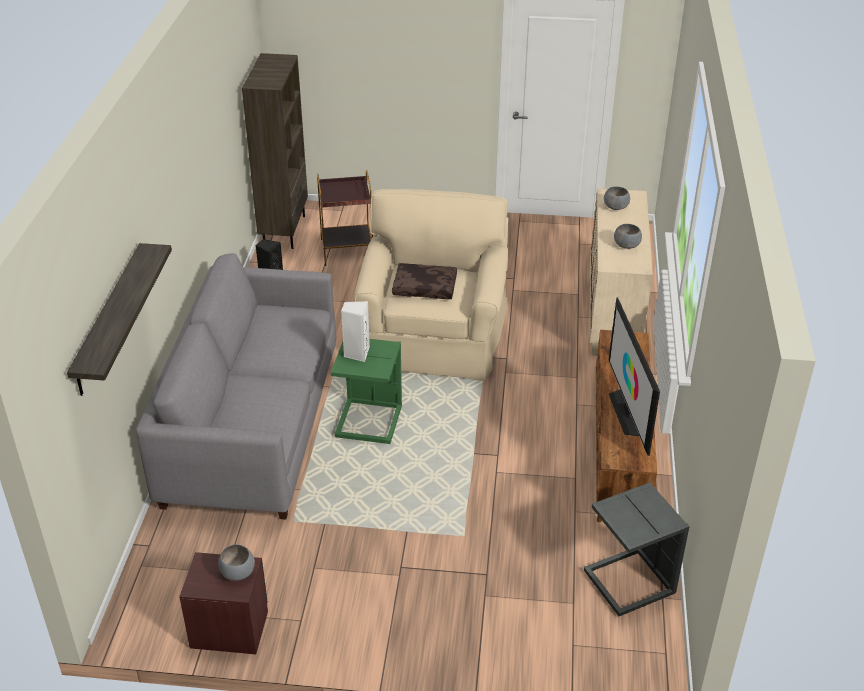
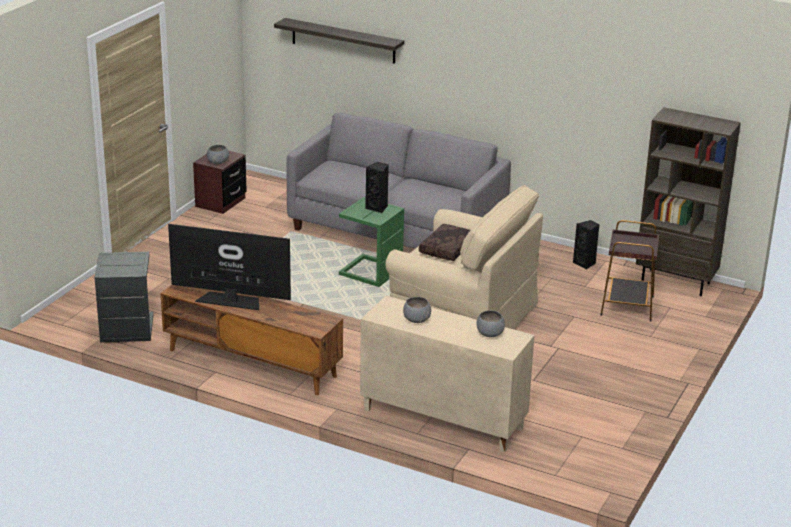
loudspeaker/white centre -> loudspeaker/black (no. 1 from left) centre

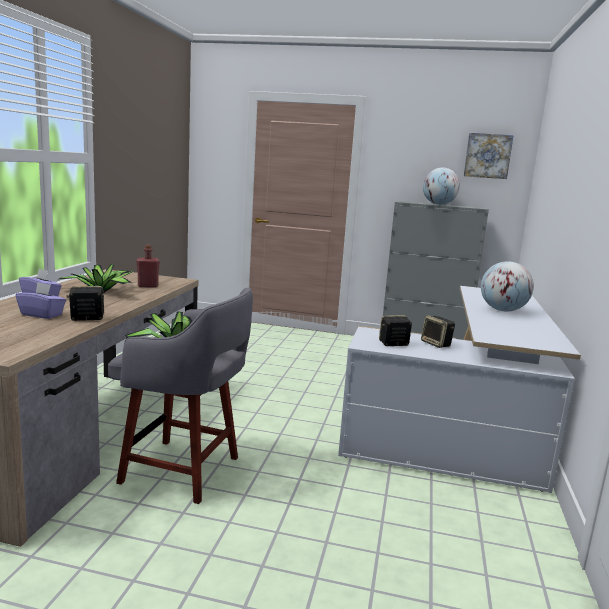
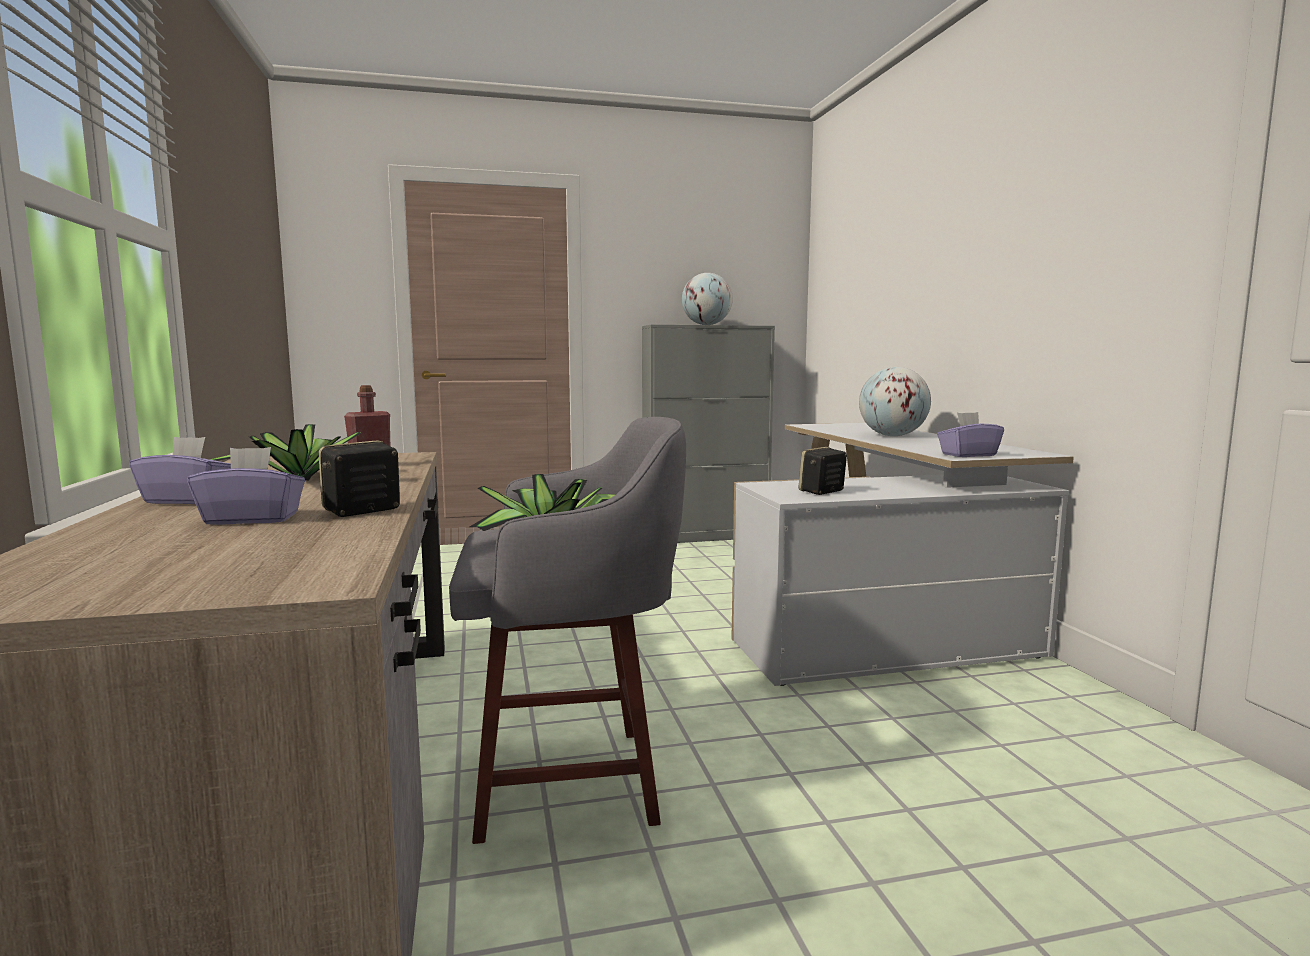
loudspeaker (no. 3 from left) middle right -> none
picture top right -> none
none -> box of tissues/purplish (no. 3 from left) middle right

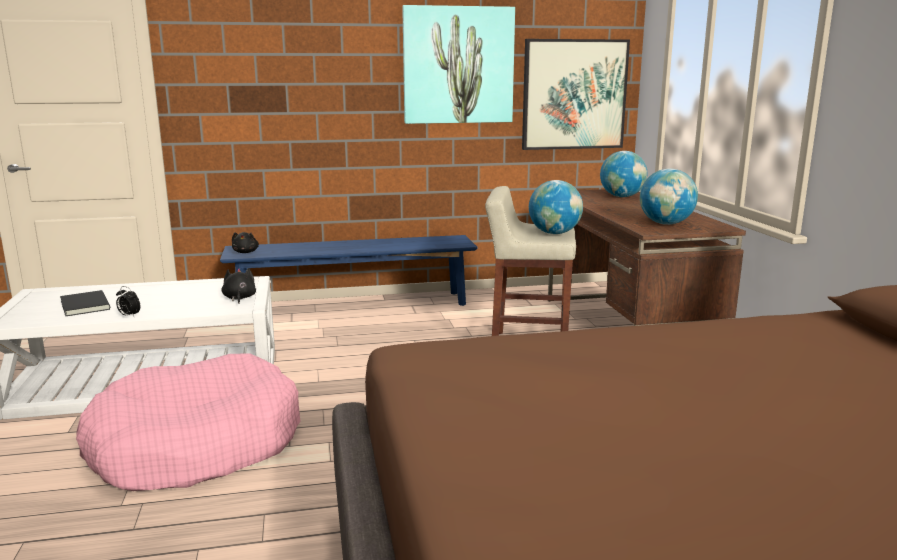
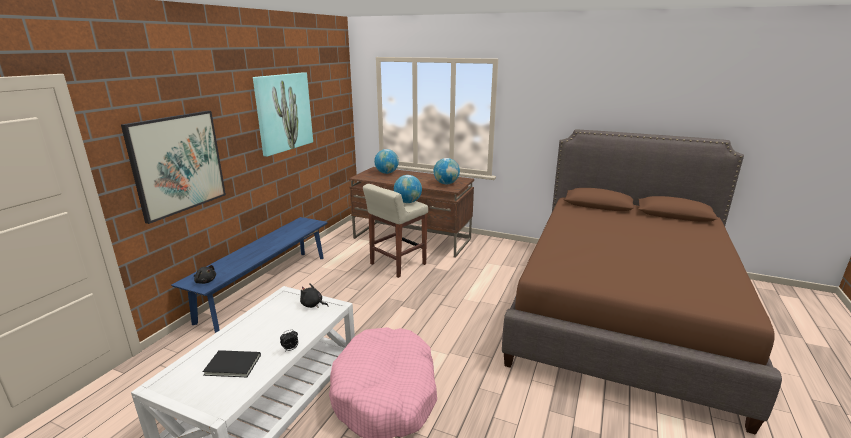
picture (no. 2 from left in the first image) top centre -> picture (no. 1 from left) middle left, relocated

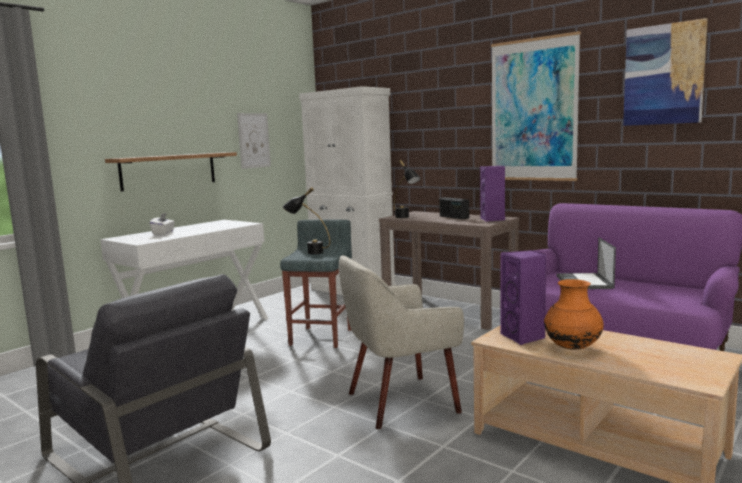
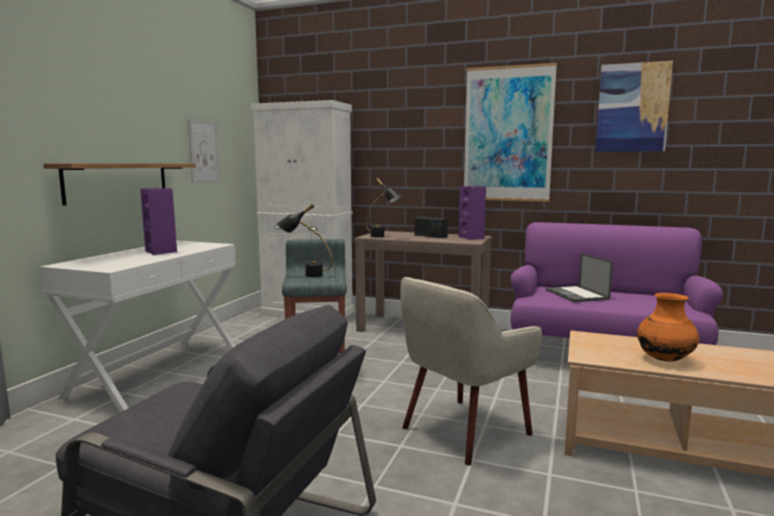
box of tissues/white middle left -> none
loudspeaker/purplish (no. 2 from left in the first image) middle right -> loudspeaker/purplish (no. 1 from left) middle left, relocated

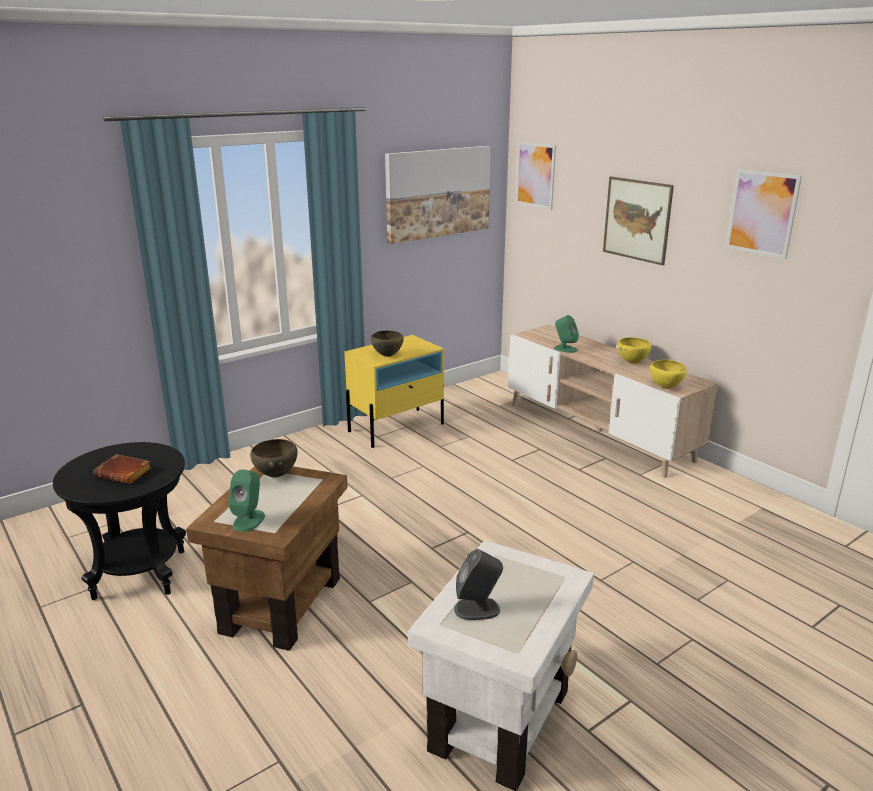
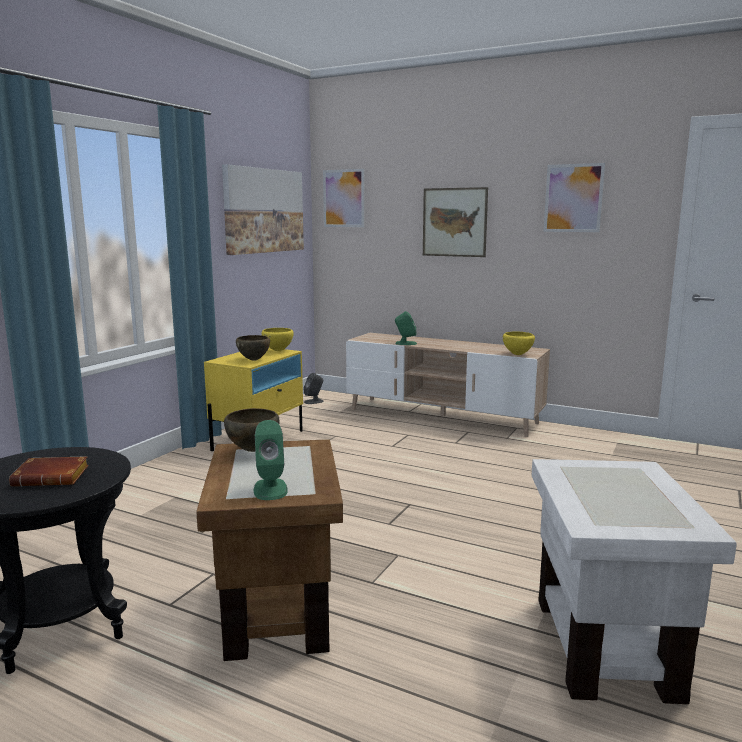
loudspeaker/grey bottom centre -> loudspeaker/grey centre, relocated
serving bowl/yellow-coloured (no. 1 from left) middle right -> serving bowl/yellow-coloured (no. 1 from left) centre, relocated

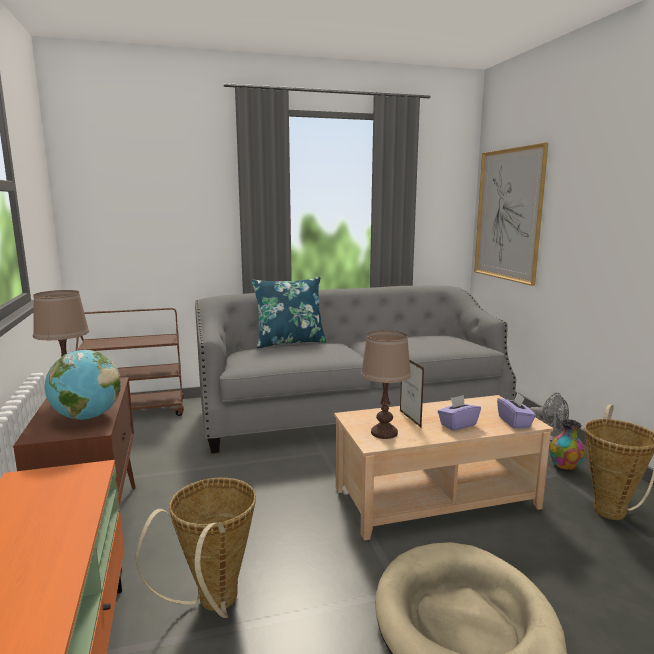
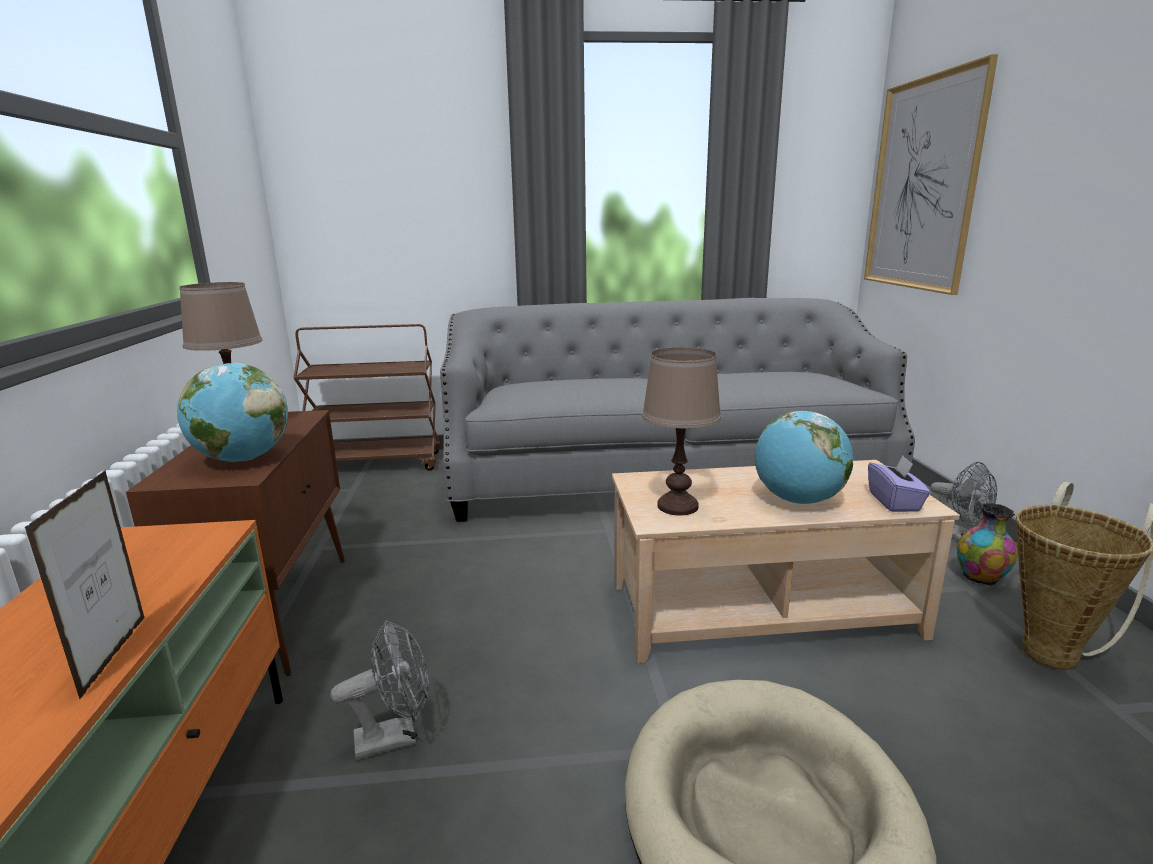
storage basket (no. 1 from left) bottom left -> cooling fan/grey (no. 1 from left) bottom left
pillow/blue-coloured centre -> none
picture frame centre -> picture frame bottom left, relocated
box of tissues/purplish (no. 1 from left) middle right -> desk globe (no. 2 from left) middle right

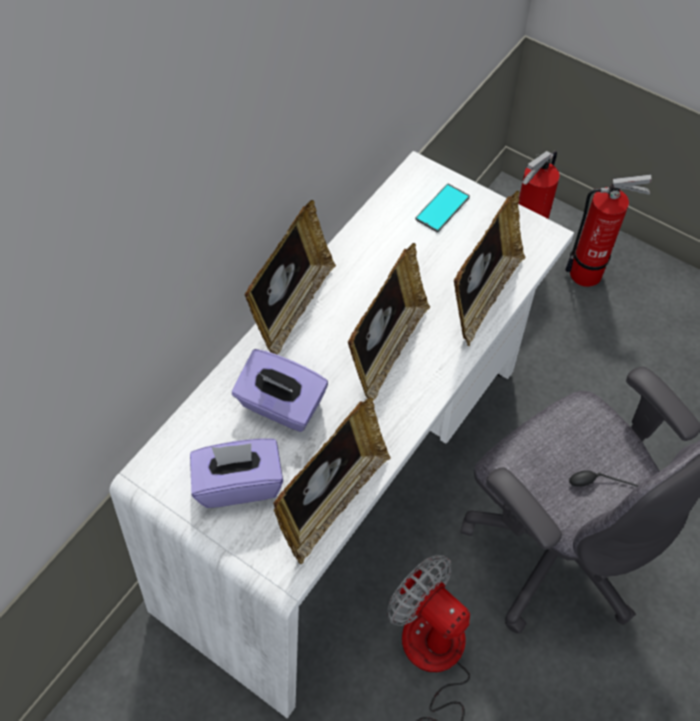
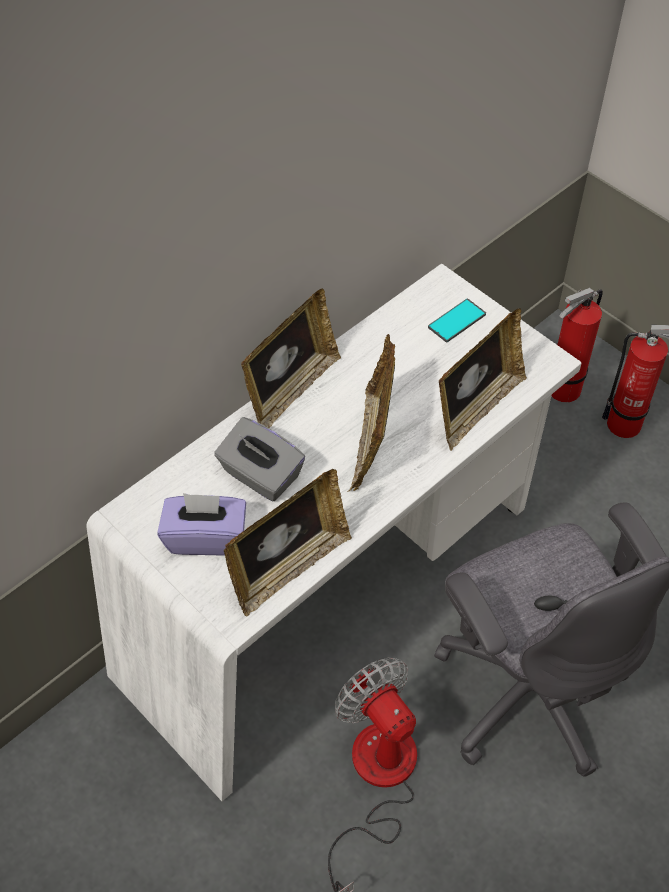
box of tissues/purplish (no. 2 from left) centre -> box of tissues/grey centre
picture frame (no. 3 from left) centre, 150 degrees clockwise

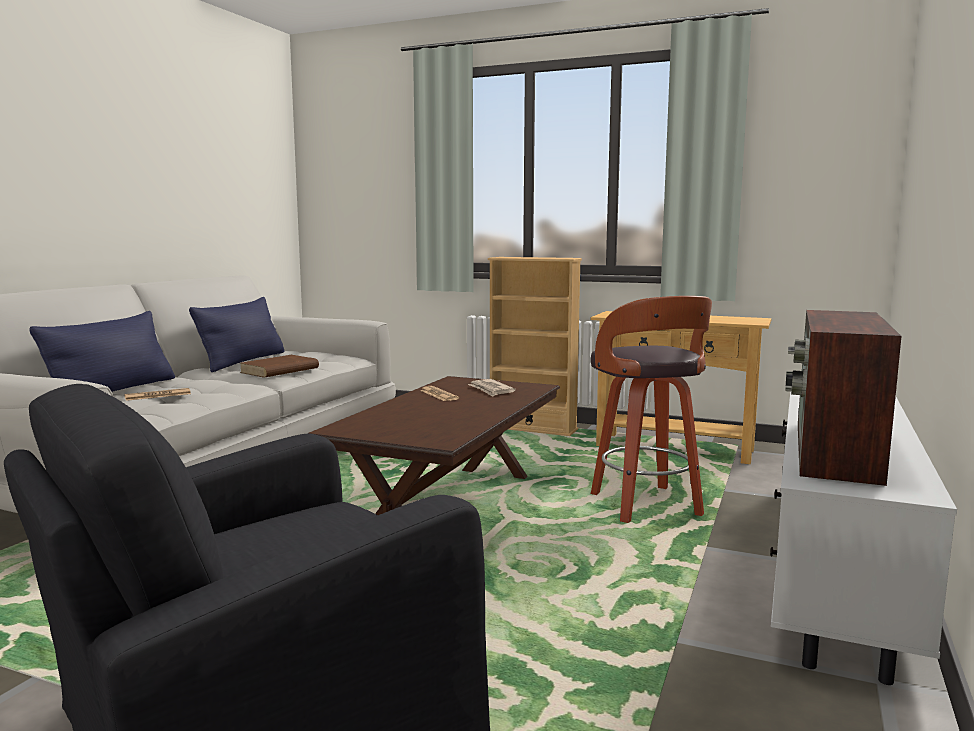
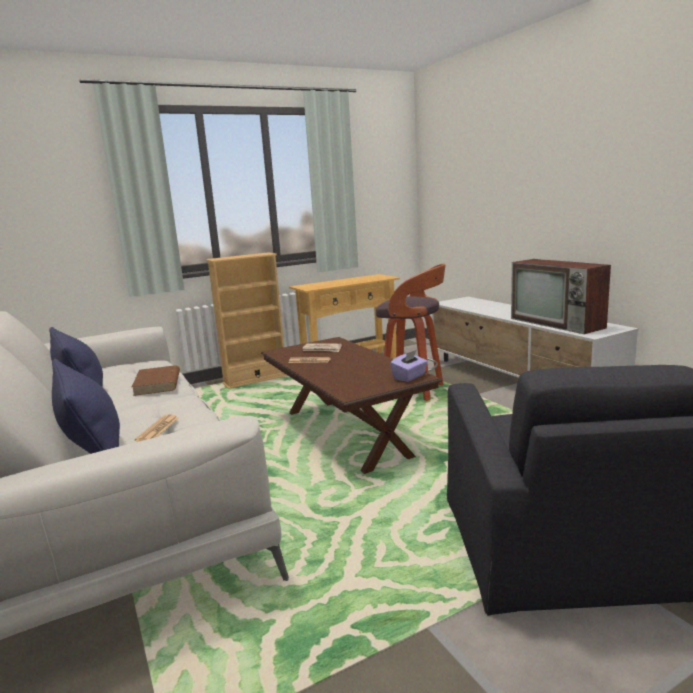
none -> box of tissues/purplish centre

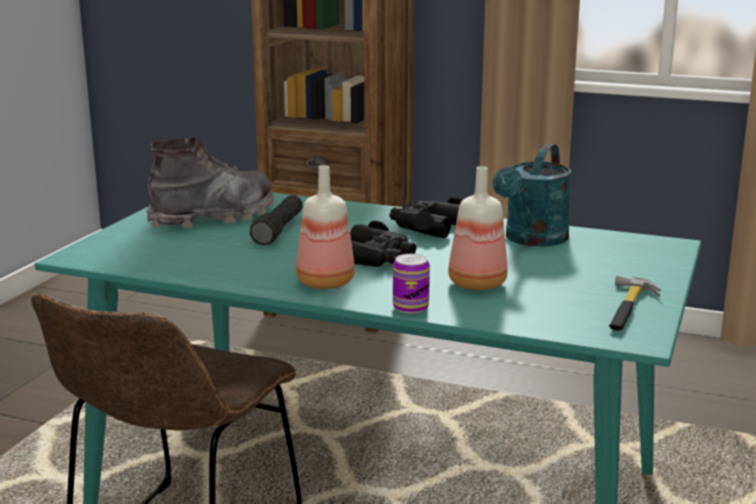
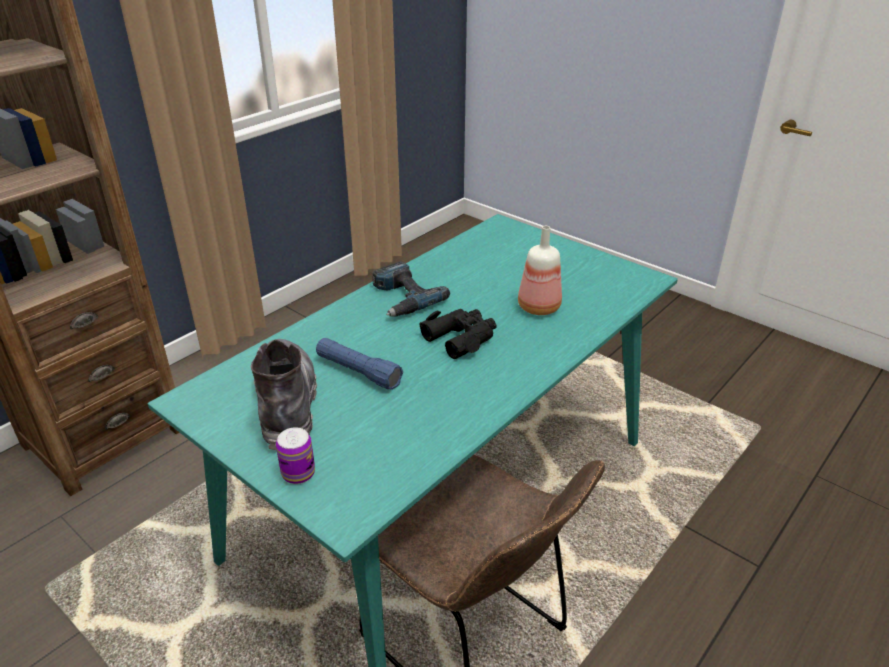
hand torch/black centre -> hand torch/blue-coloured centre
beverage bottle (no. 1 from left) centre -> none
field glasses/black (no. 2 from left) centre -> electric drill centre
metal can centre -> metal can bottom left, relocated
sprinkling can/blue-green middle right -> none
hand hammer middle right -> none

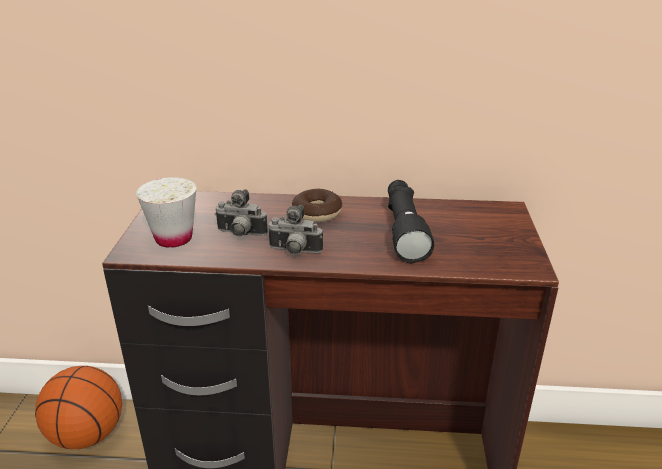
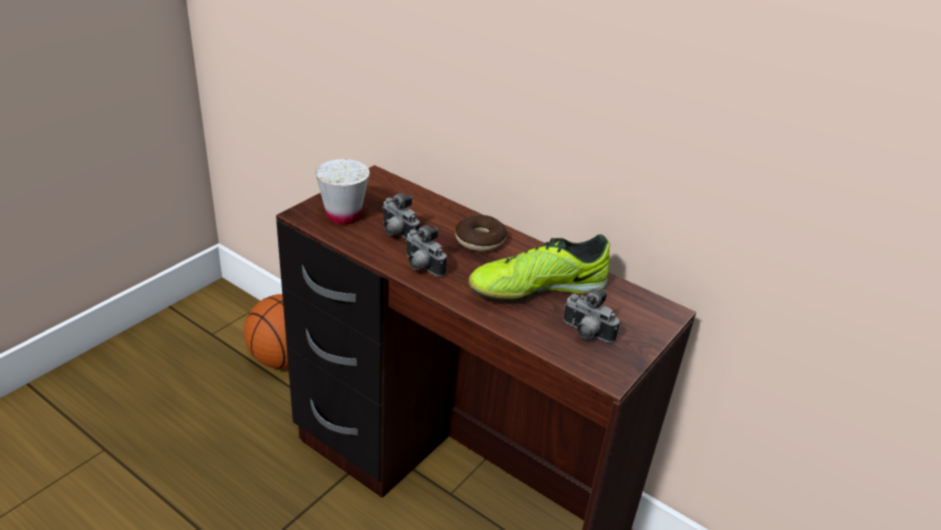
hand torch/black centre -> item of footwear centre
none -> still camera (no. 3 from left) centre

